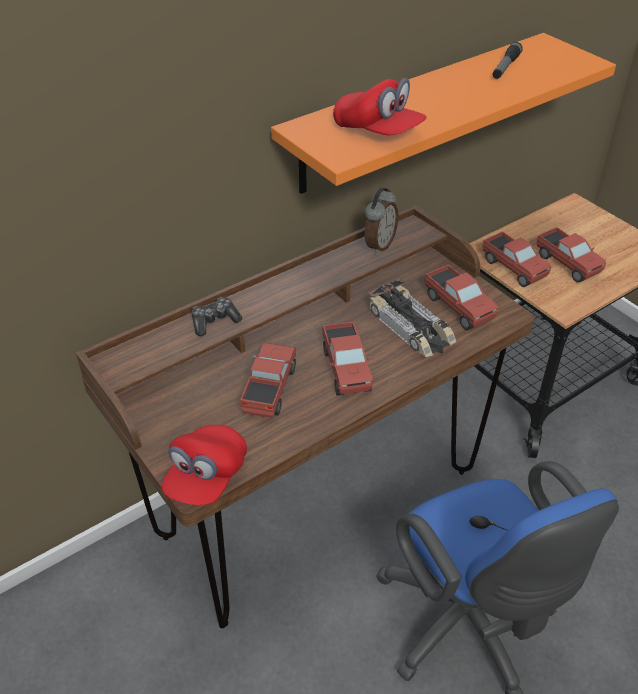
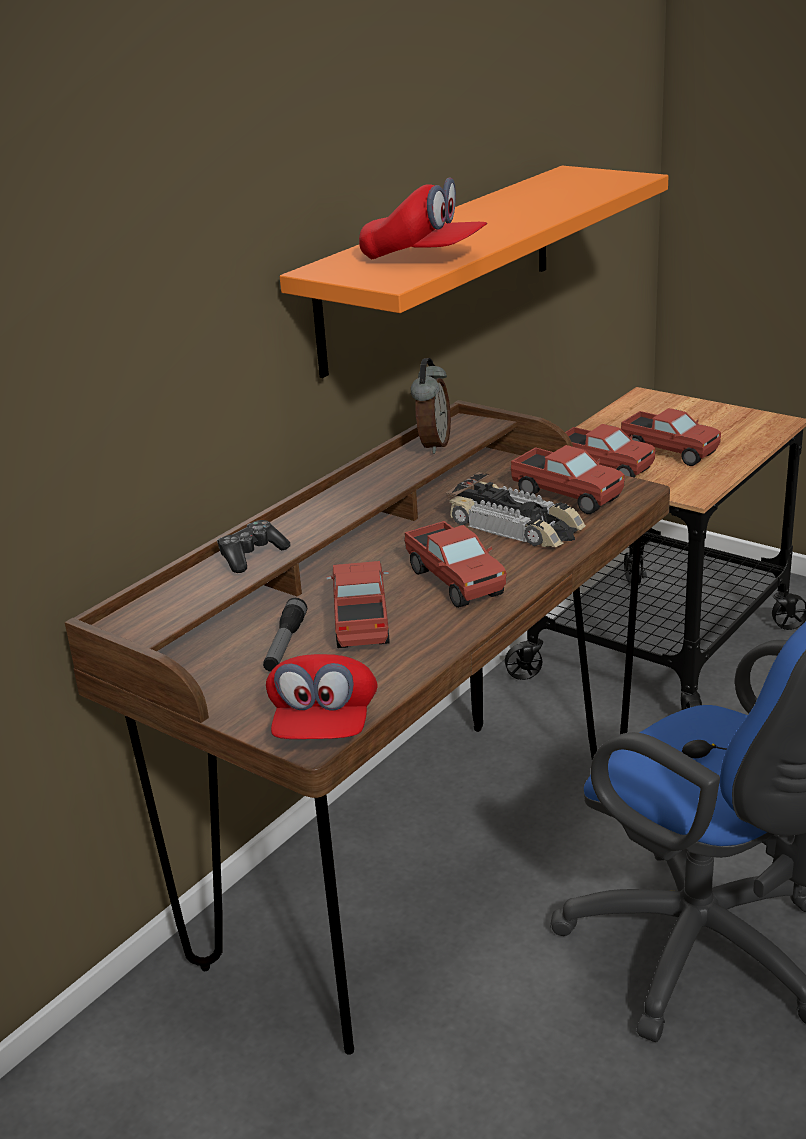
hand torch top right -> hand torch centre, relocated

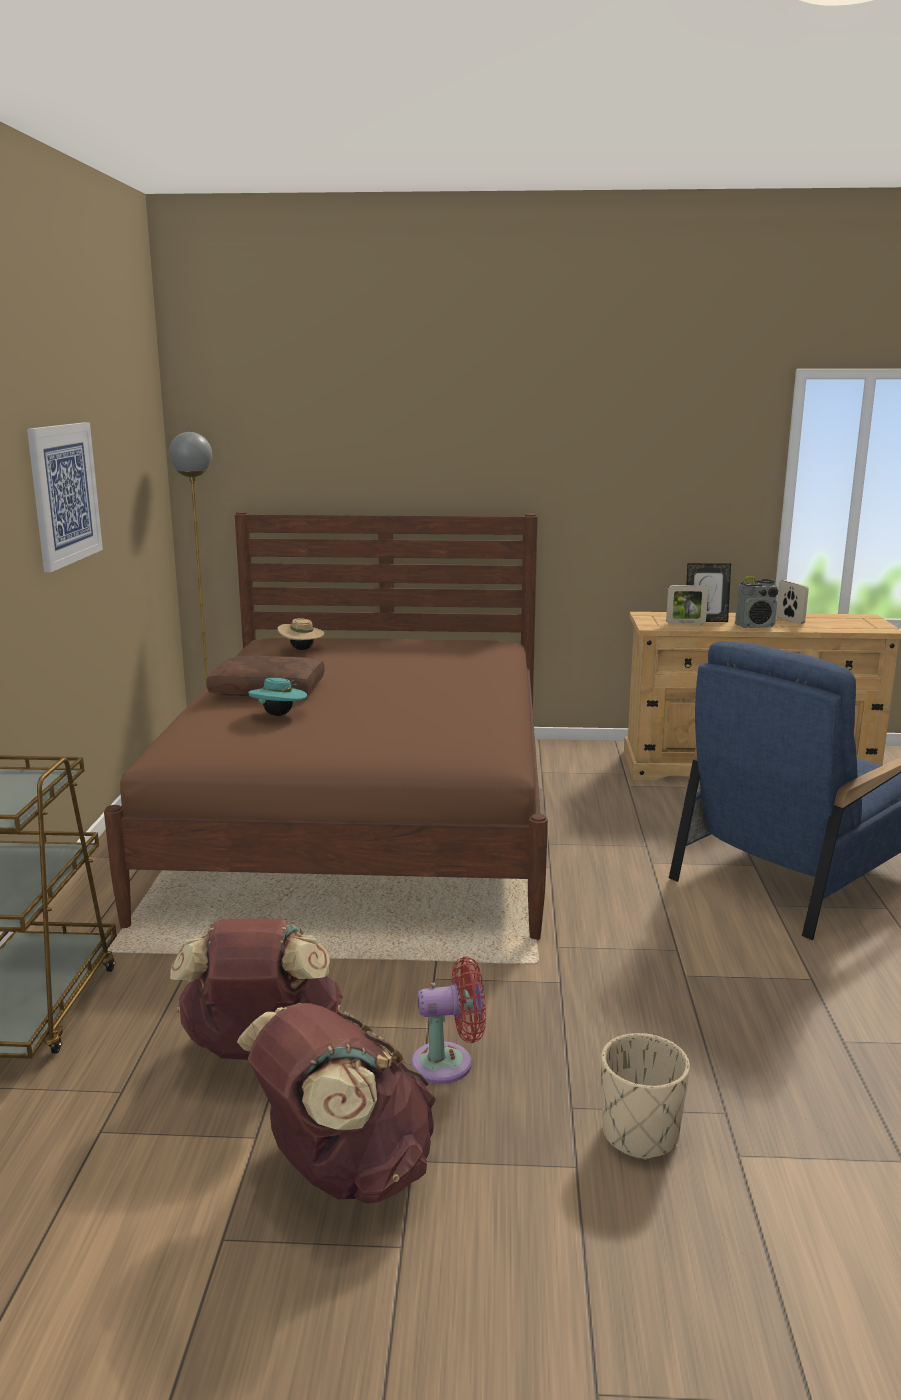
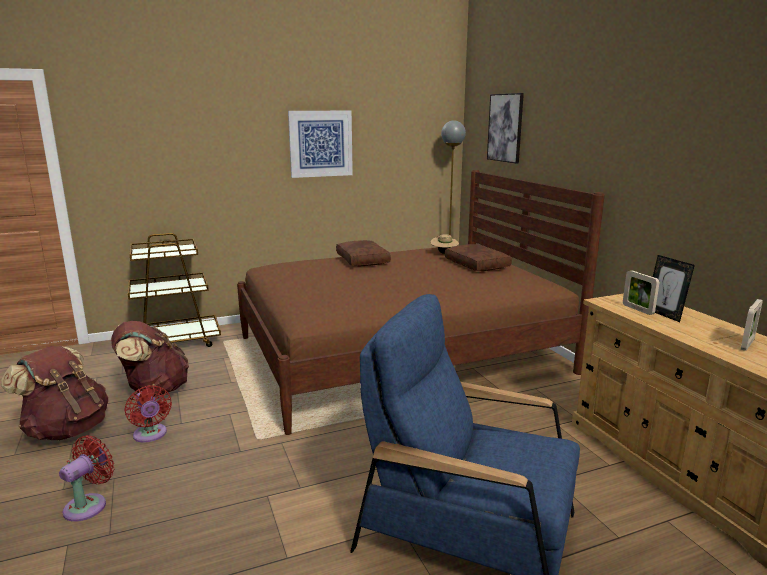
clothing hat/blue-green middle left -> none
planter/sand-coloured bottom right -> cooling fan/red-coloured (no. 1 from left) bottom left
radio middle right -> none
none -> pillow/brownish (no. 2 from left) centre
none -> picture (no. 2 from left) top centre

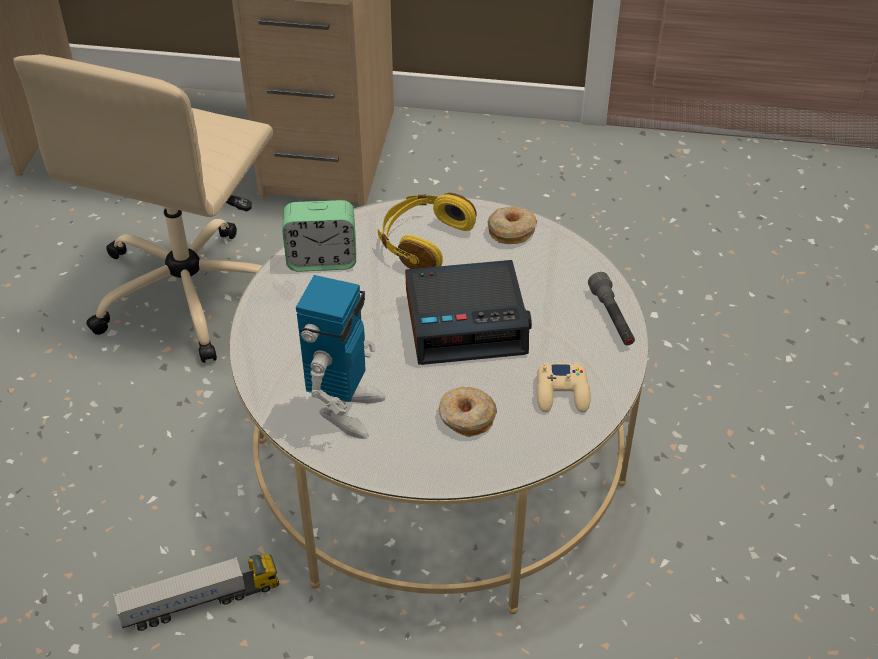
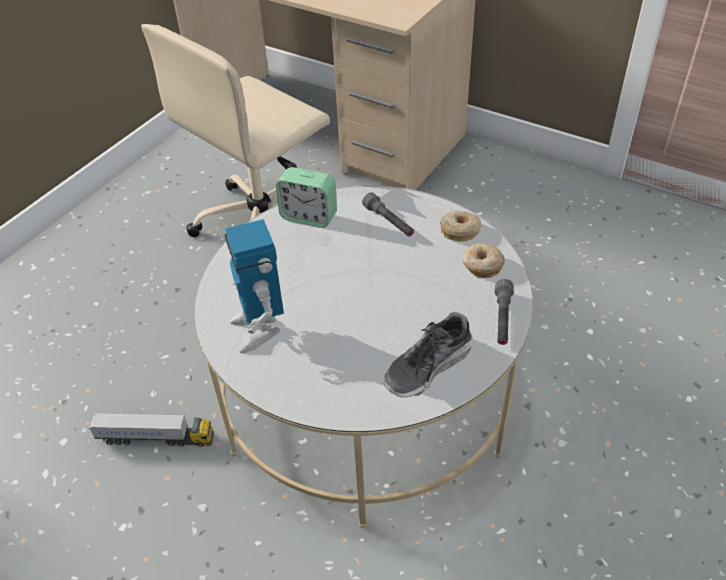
model robot centre, 120 degrees clockwise
headphones/yellow-coloured centre -> hand torch/grey (no. 1 from left) centre
bedside clock (no. 2 from left) centre -> none
doughnut (no. 1 from left in the first image) centre -> doughnut (no. 2 from left) middle right, relocated
gamepad/sand-coloured centre -> item of footwear centre

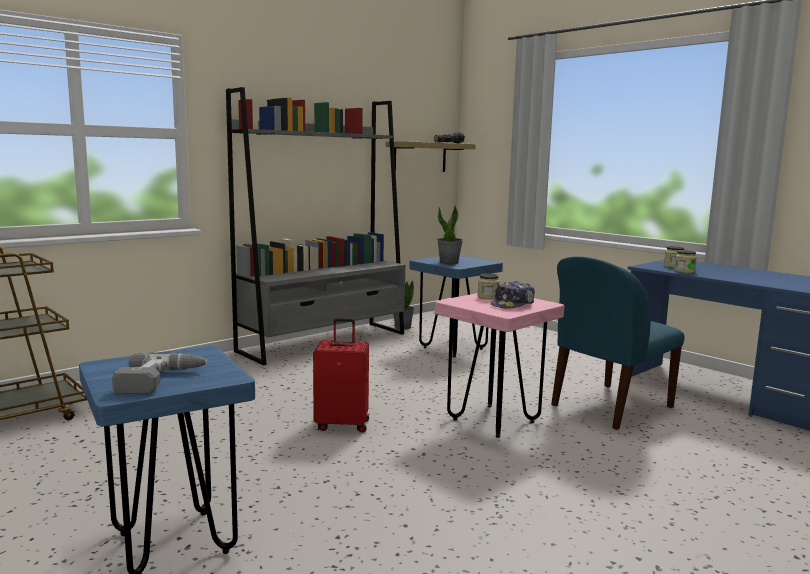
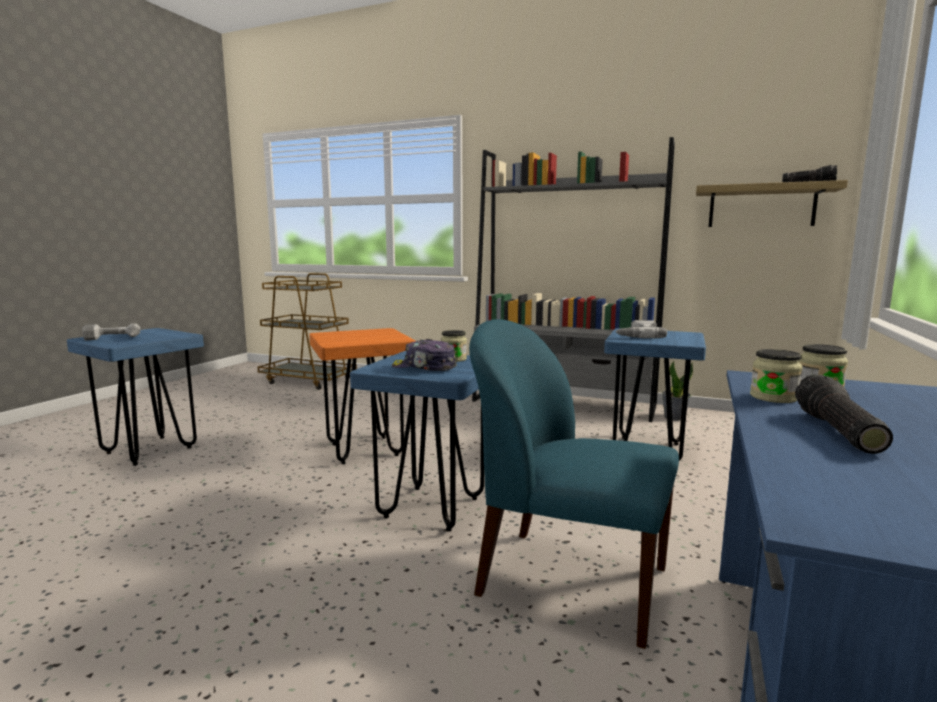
suitcase/red-coloured centre -> stool/orange centre
stool/pink centre -> stool/blue-coloured (no. 2 from left) centre
plant in a pot (no. 2 from left) centre -> electric drill (no. 2 from left) middle right
none -> hand torch (no. 2 from left) middle right

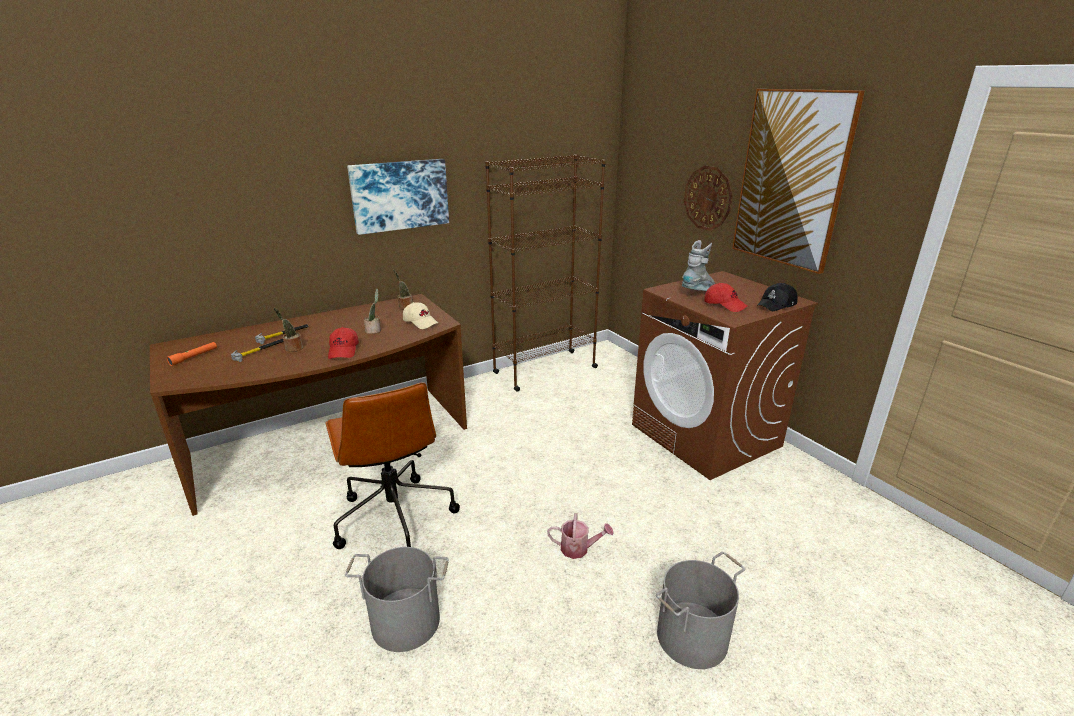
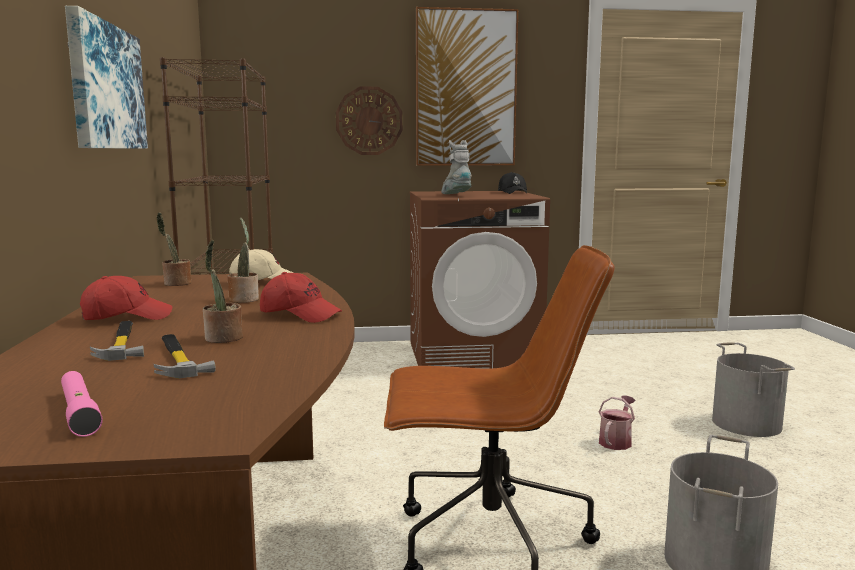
hand torch/orange middle left -> hand torch/pink bottom left
cap/red-coloured (no. 2 from left in the first image) middle right -> cap/red-coloured (no. 1 from left) middle left, relocated

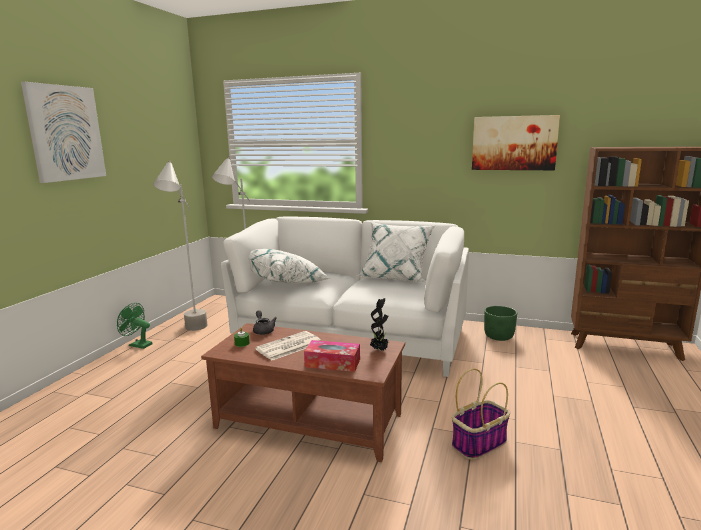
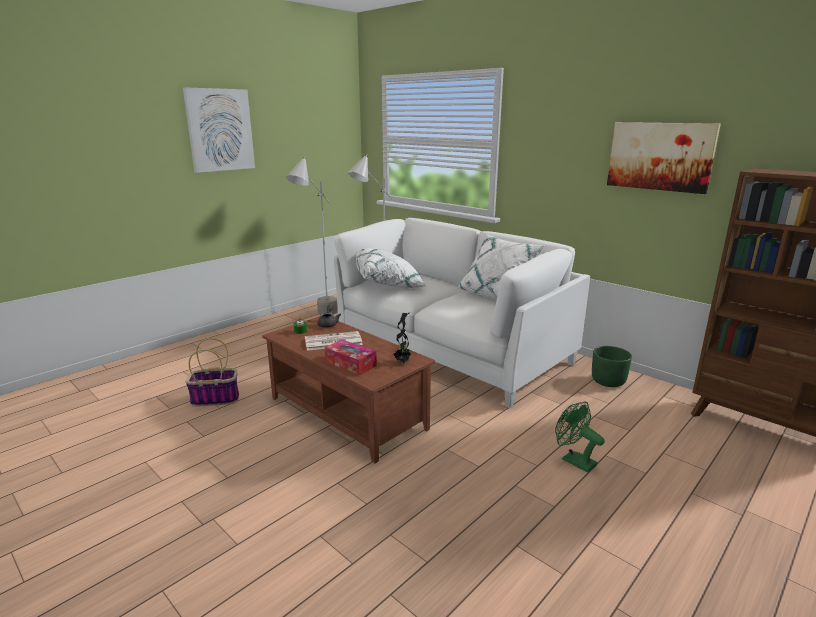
cooling fan/green-coloured middle left -> cooling fan/green-coloured bottom right, relocated
storage basket bottom right -> storage basket middle left, relocated

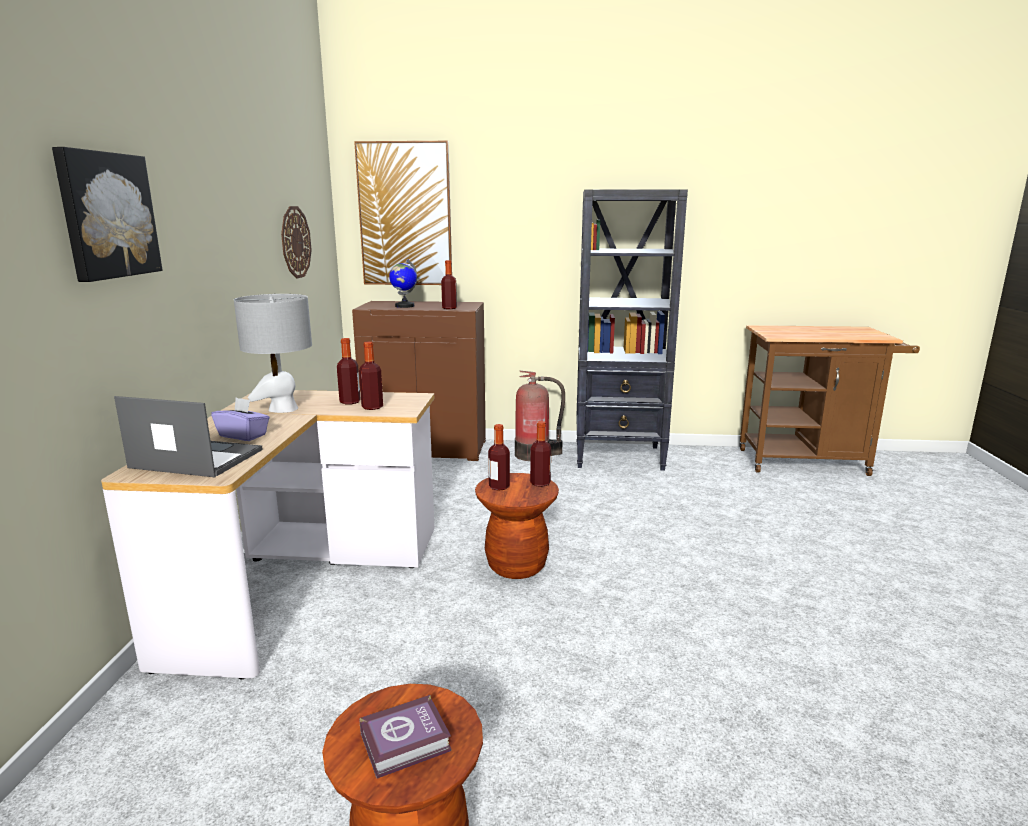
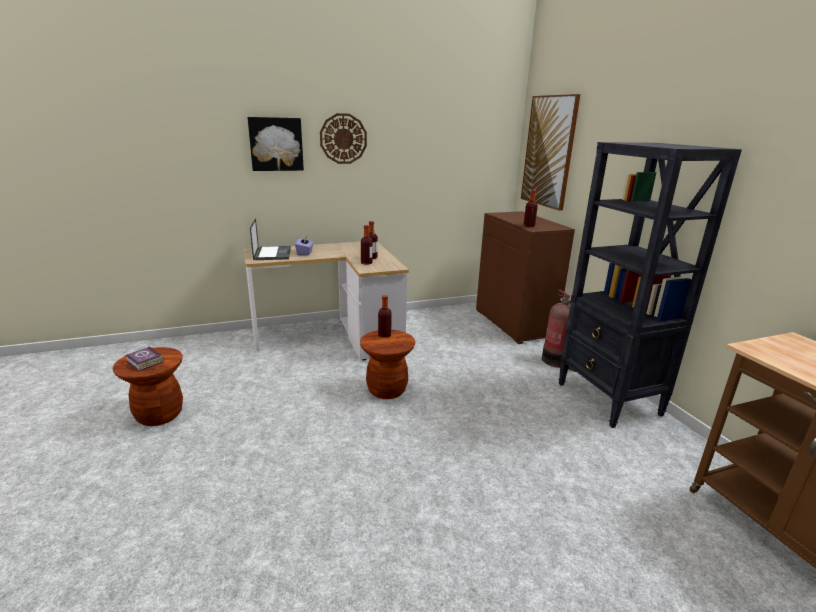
lamp for a table/grey middle left -> none
hanging clock top left -> hanging clock top centre, relocated
desk globe centre -> none
beverage bottle (no. 5 from left) centre -> none

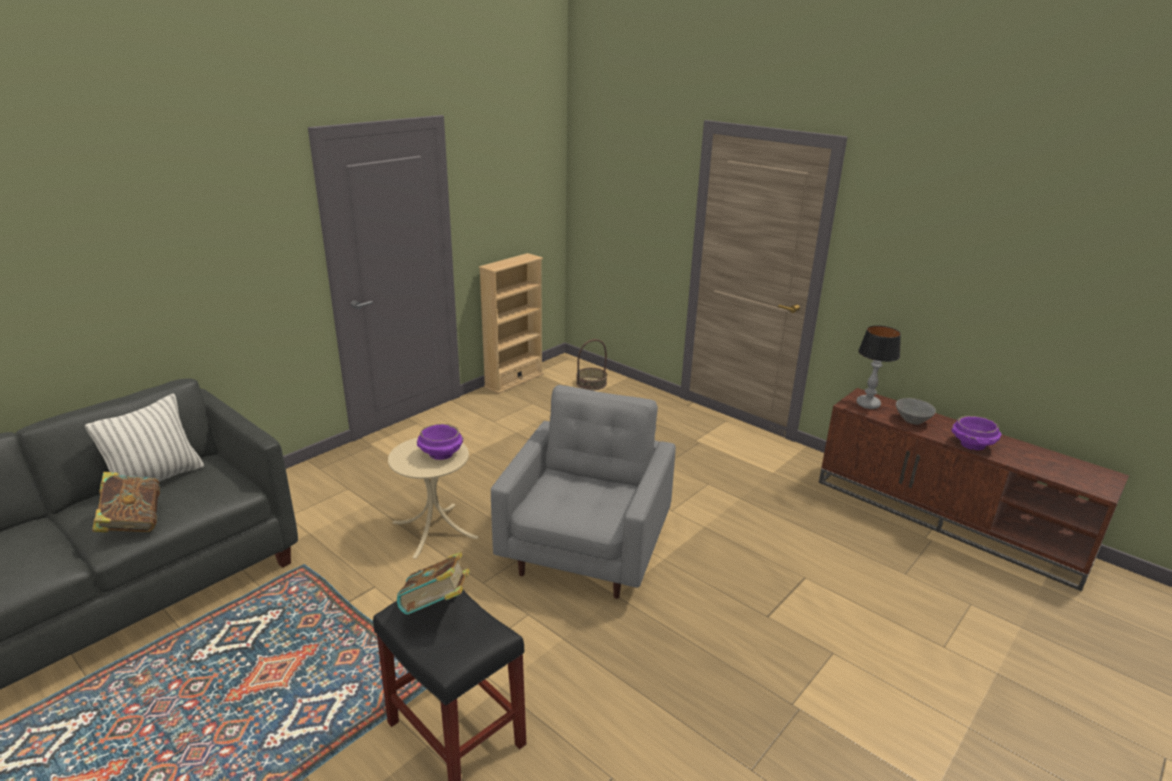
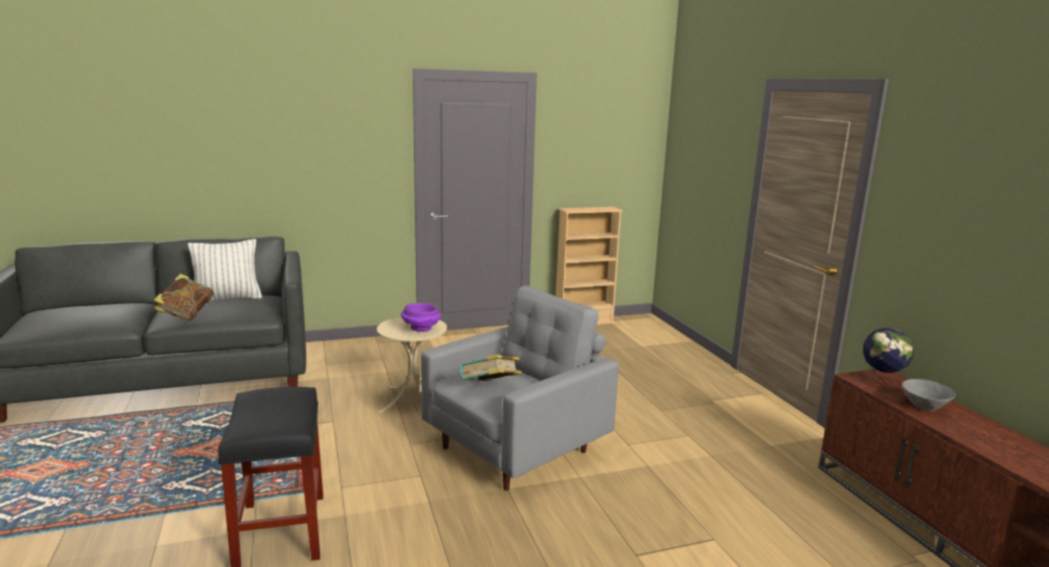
bound book (no. 2 from left) bottom centre -> bound book (no. 2 from left) centre, relocated
storage basket centre -> none
lamp for a table middle right -> desk globe middle right
serving bowl/purplish (no. 2 from left) middle right -> none

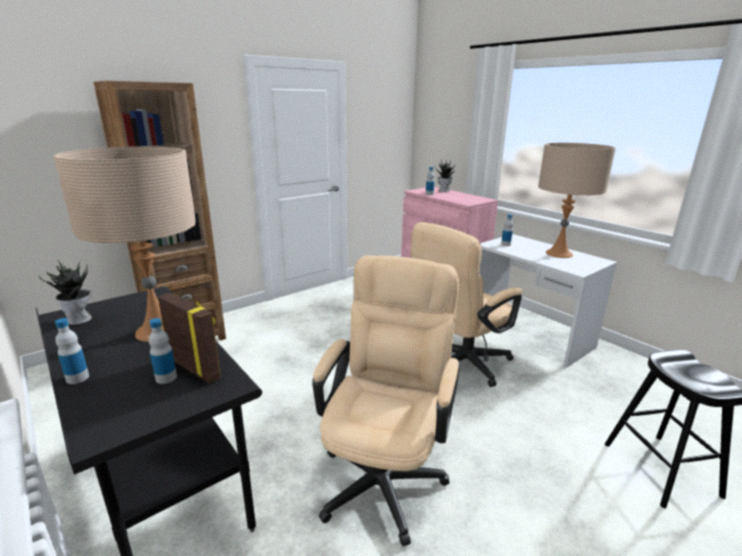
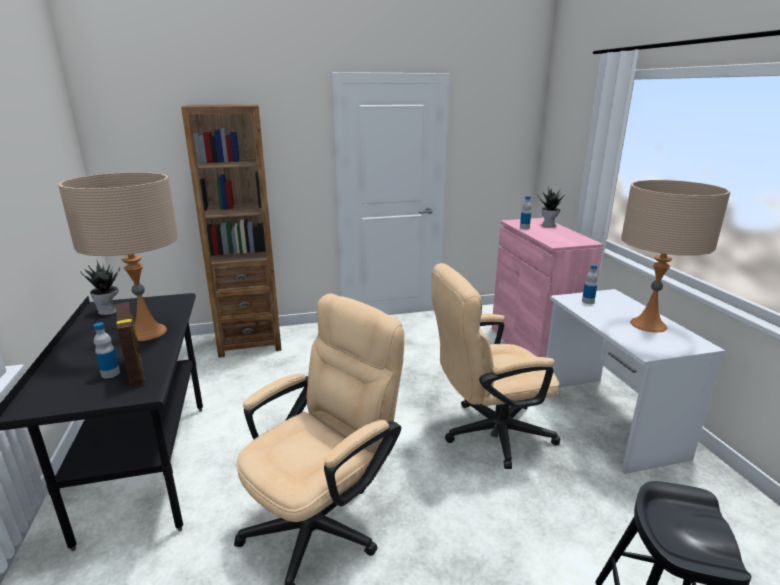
beverage bottle (no. 1 from left) middle left -> none

